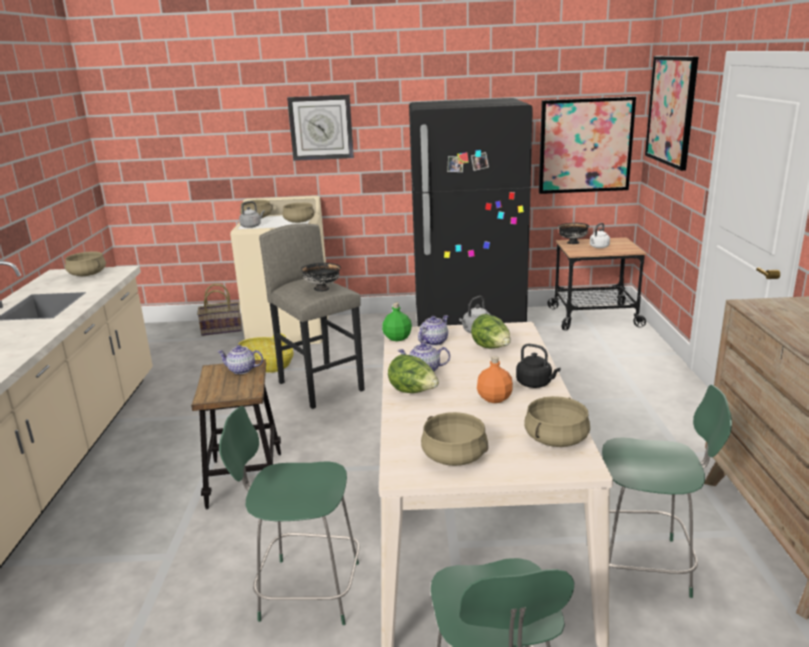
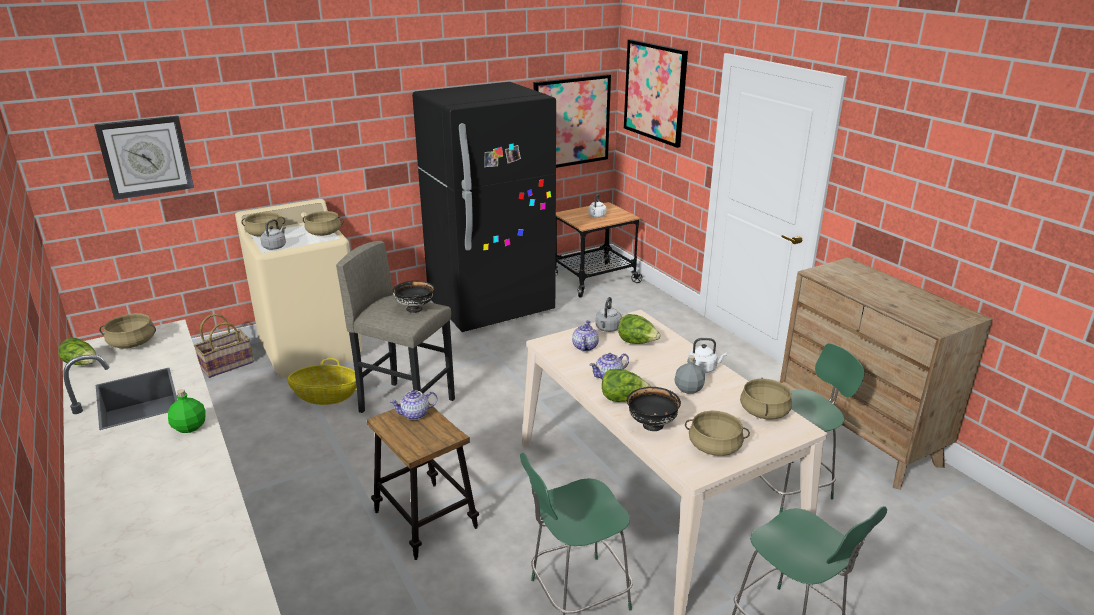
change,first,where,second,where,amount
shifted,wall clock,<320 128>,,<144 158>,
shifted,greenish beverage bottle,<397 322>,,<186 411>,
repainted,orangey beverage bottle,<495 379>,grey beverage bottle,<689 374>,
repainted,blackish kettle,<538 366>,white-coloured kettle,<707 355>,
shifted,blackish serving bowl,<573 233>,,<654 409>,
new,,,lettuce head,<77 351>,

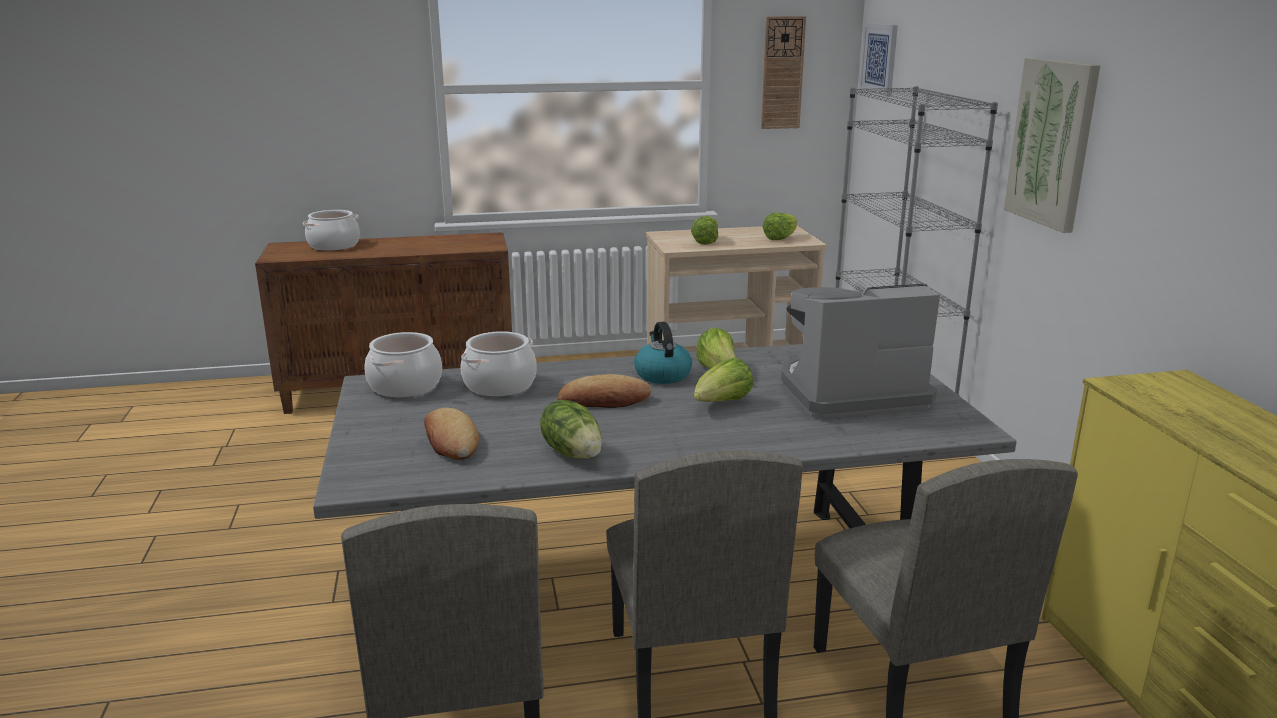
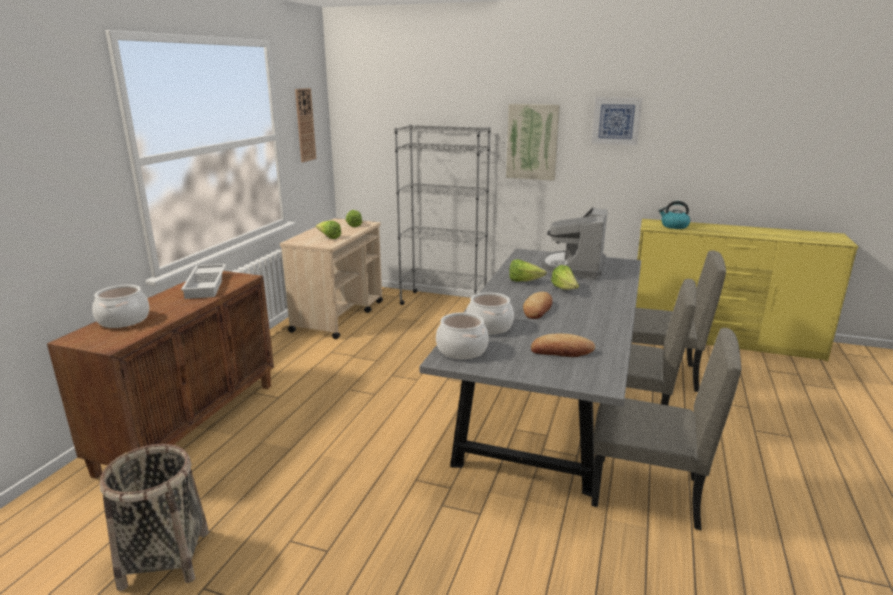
change,first,where,second,where,amount
gone,lettuce head,<571 429>,,,
shifted,kettle,<663 353>,,<674 215>,
shifted,wall art,<878 60>,,<616 121>,
new,,,storage basket,<154 517>,
new,,,white-coloured tray,<203 281>,

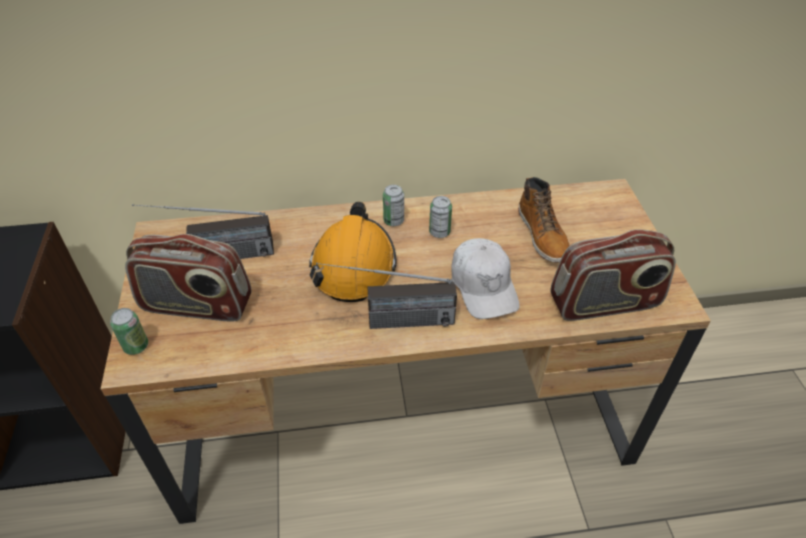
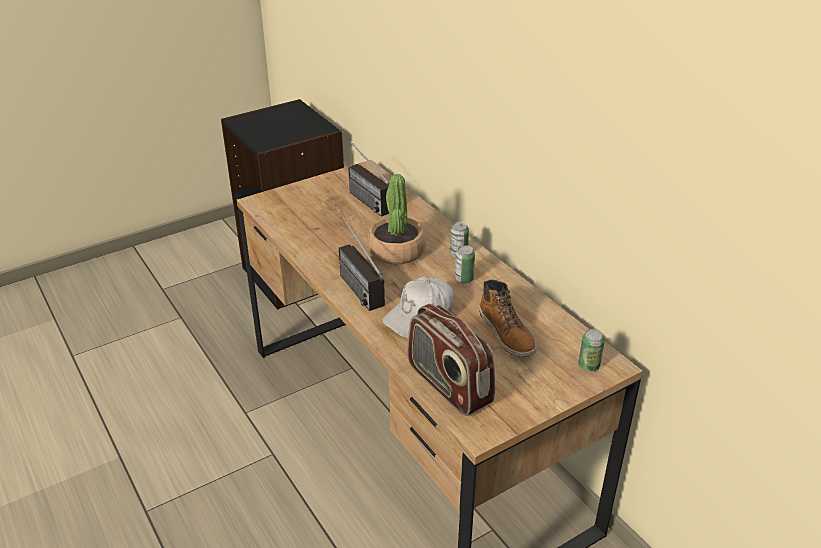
change,first,where,second,where,amount
shifted,can,<129 331>,,<591 350>,
gone,radio,<188 278>,,,
swapped,orangey hard hat,<353 252>,plant in a pot,<396 219>,
rotated,tall boot,<544 219>,,<508 318>,75 degrees counterclockwise

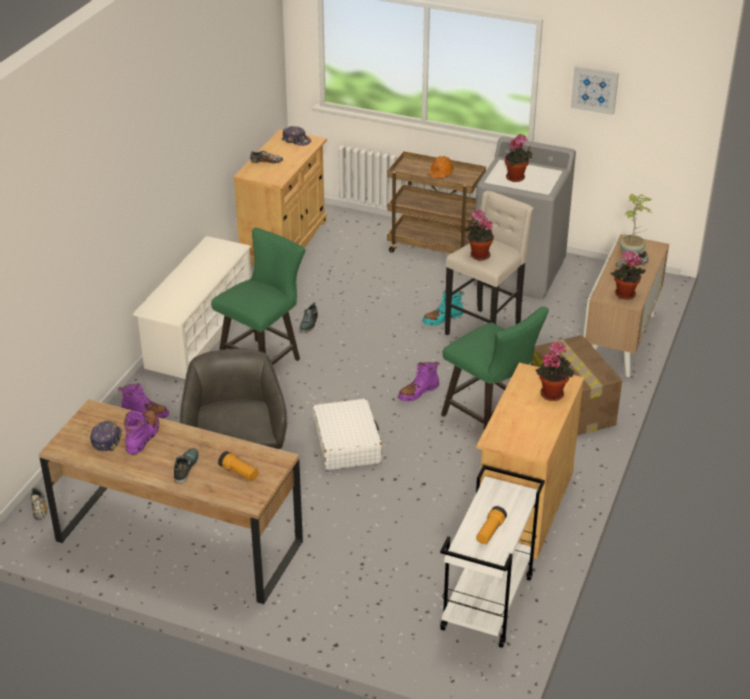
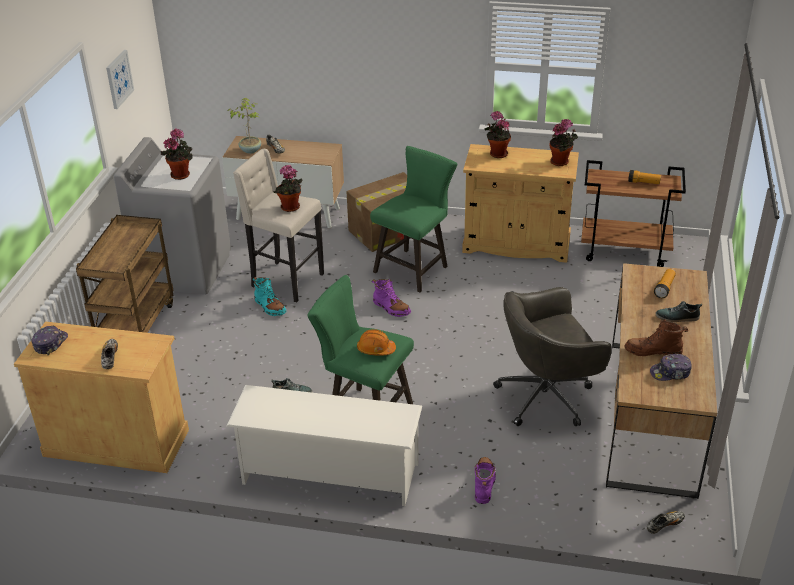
change,first,where,second,where,amount
repainted,purplish tall boot,<141 432>,brown-coloured tall boot,<656 337>,
gone,white-coloured travel case,<347 434>,,,
shifted,orangey hard hat,<441 167>,,<376 342>,
repainted,white-coloured wheeled cart,<492 556>,brown-coloured wheeled cart,<633 213>,
shifted,plant in a pot,<628 275>,,<564 142>,

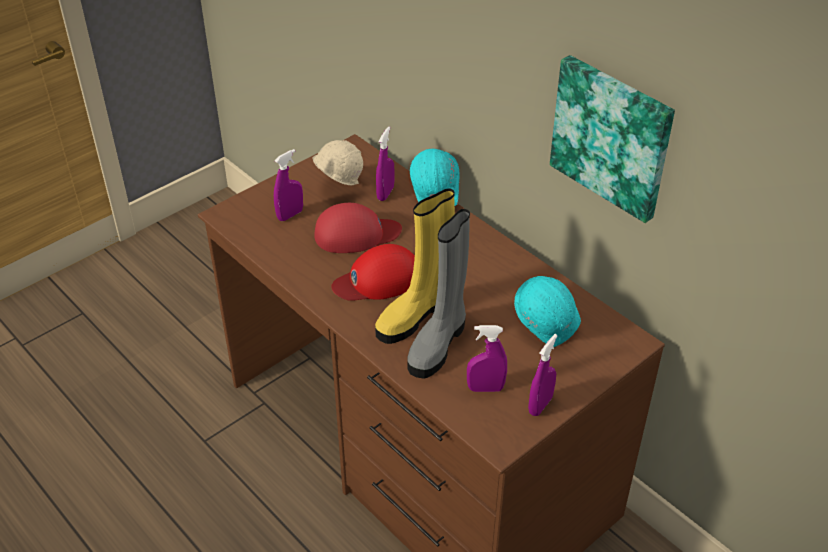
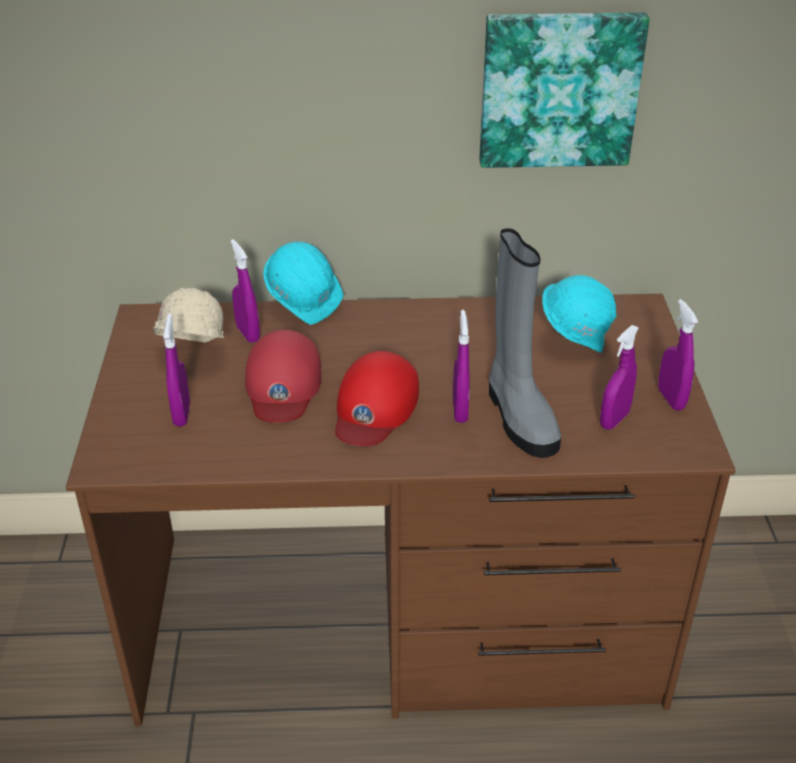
change,first,where,second,where,amount
rotated,red baseball cap,<358 228>,,<283 376>,150 degrees clockwise
swapped,yellow-coloured tall boot,<415 266>,purplish sprayer,<461 366>,

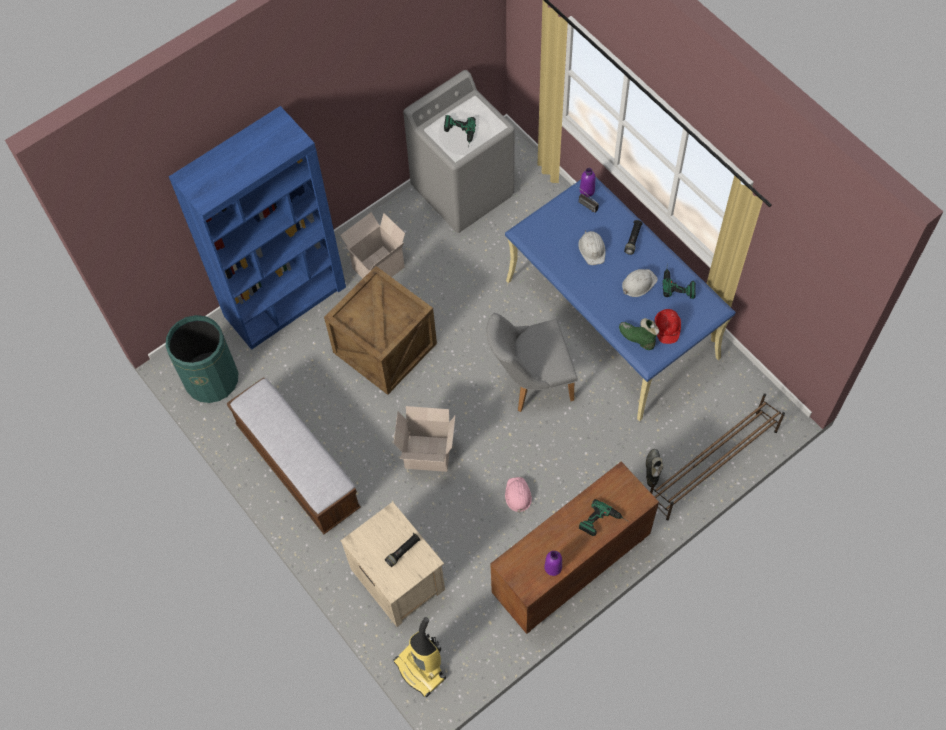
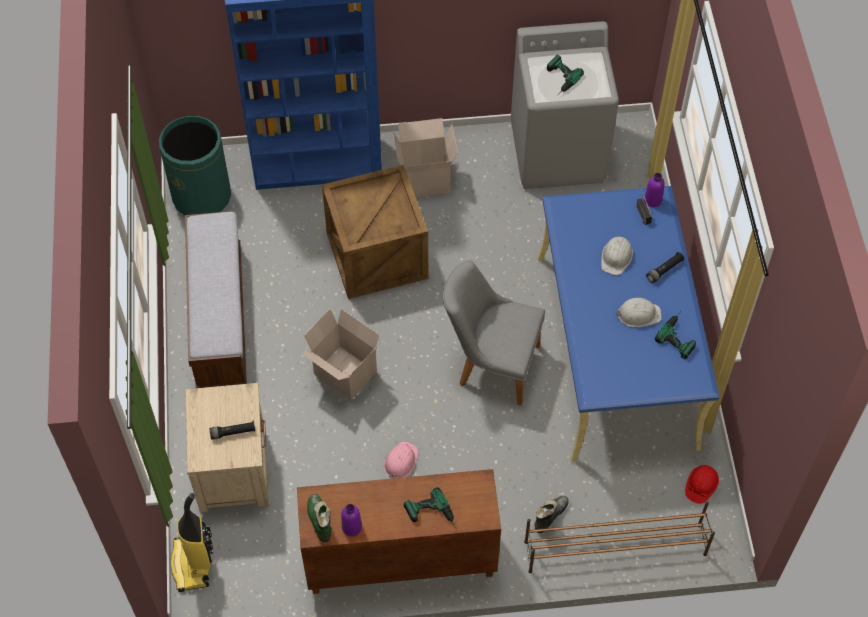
change,first,where,second,where,amount
shifted,greenish tall boot,<639 334>,,<319 518>,
shifted,red hard hat,<668 326>,,<702 484>,

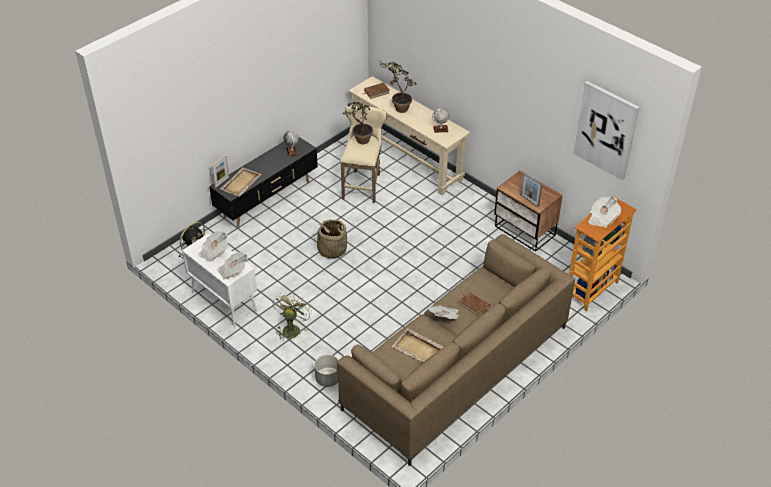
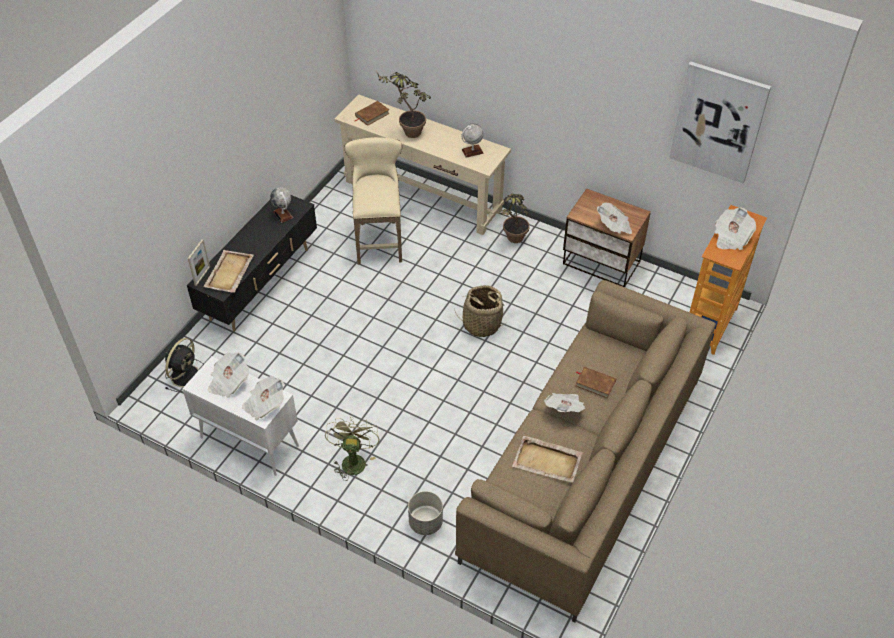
change,first,where,second,where,amount
shifted,storage basket,<330 239>,,<480 311>,
shifted,plant in a pot,<357 123>,,<515 218>,
swapped,photo frame,<531 190>,daily paper,<614 218>,

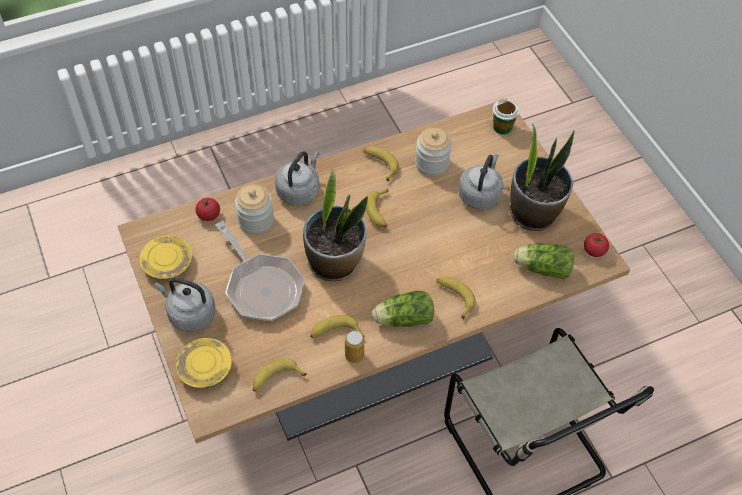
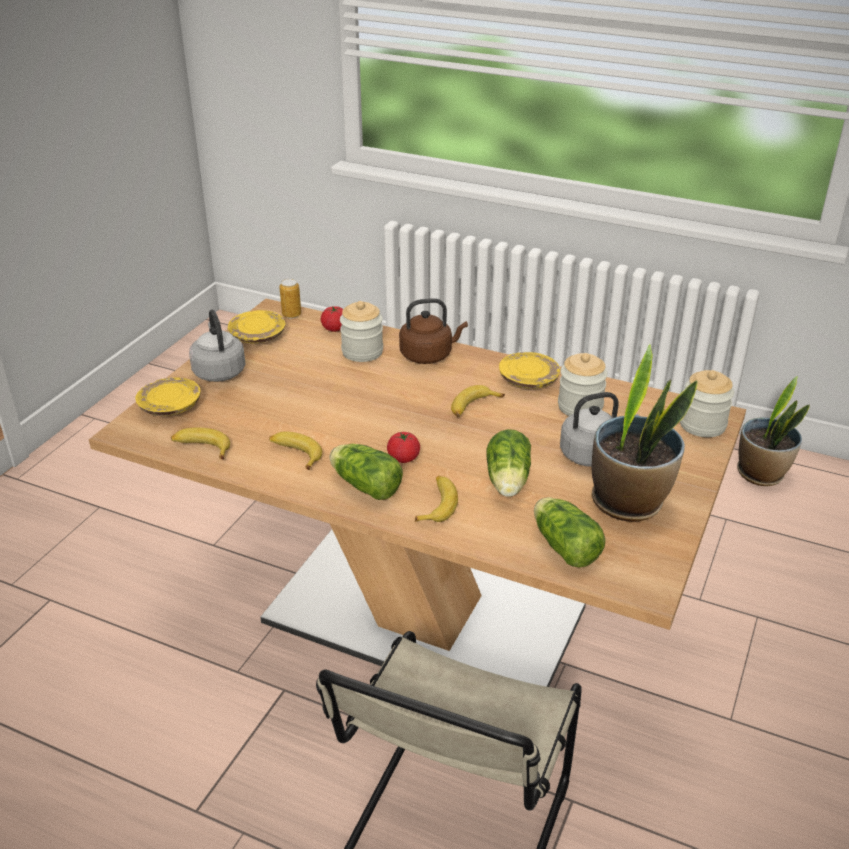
change,first,where,second,where,amount
gone,pan,<260 271>,,,
repainted,grey kettle,<297 178>,brown-coloured kettle,<433 331>,
shifted,plant in a pot,<335 224>,,<773 431>,
shifted,can,<354 347>,,<290 299>,
swapped,banana fruit,<381 164>,yellow-coloured dinner plate,<529 370>,
swapped,drinking cup,<506 117>,jar,<707 403>,
shifted,whole tomato,<596 245>,,<403 447>,
new,,,lettuce head,<509 463>,

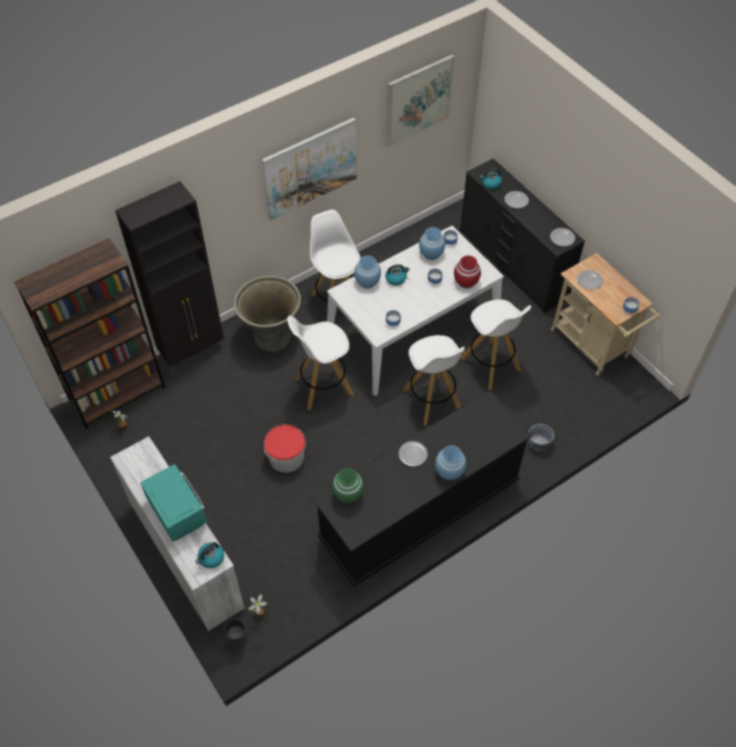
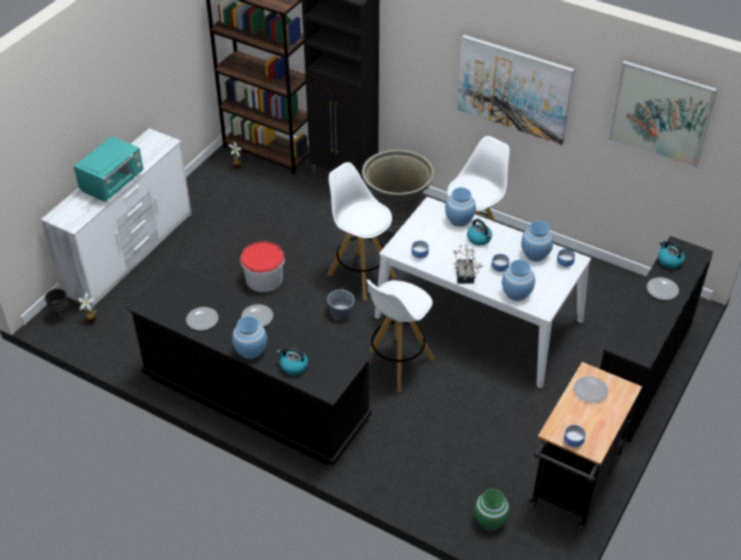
change,first,where,second,where,amount
shifted,kettle,<210 555>,,<292 361>,
shifted,greenish vase,<348 485>,,<492 509>,
repainted,red vase,<467 272>,bluish vase,<518 280>,
gone,white-coloured sitting stool,<496 344>,,,
shifted,grey water bucket,<541 437>,,<341 303>,
shifted,dinner plate,<562 237>,,<202 319>,
repainted,sand-coloured wheeled cart,<605 314>,blackish wheeled cart,<585 445>,
new,,,plant in a pot,<468 264>,

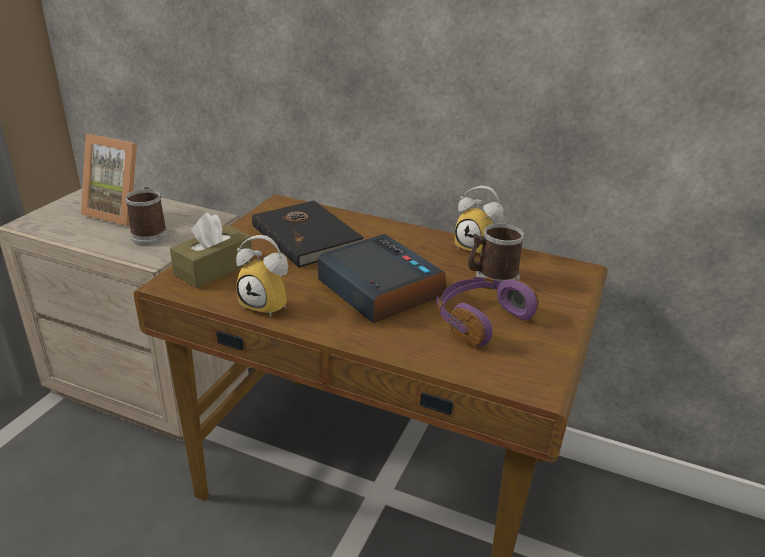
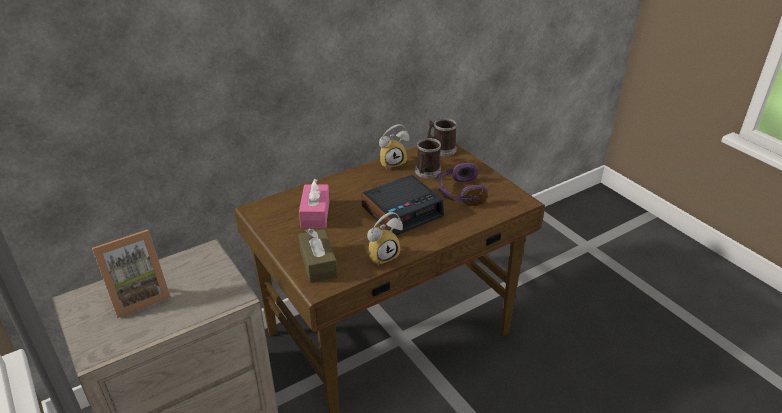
change,first,where,second,where,amount
shifted,mug,<146 216>,,<442 137>,
swapped,blackish book,<308 234>,pinkish tissue box,<314 203>,
rotated,alarm clock,<382 278>,,<402 205>,150 degrees clockwise

